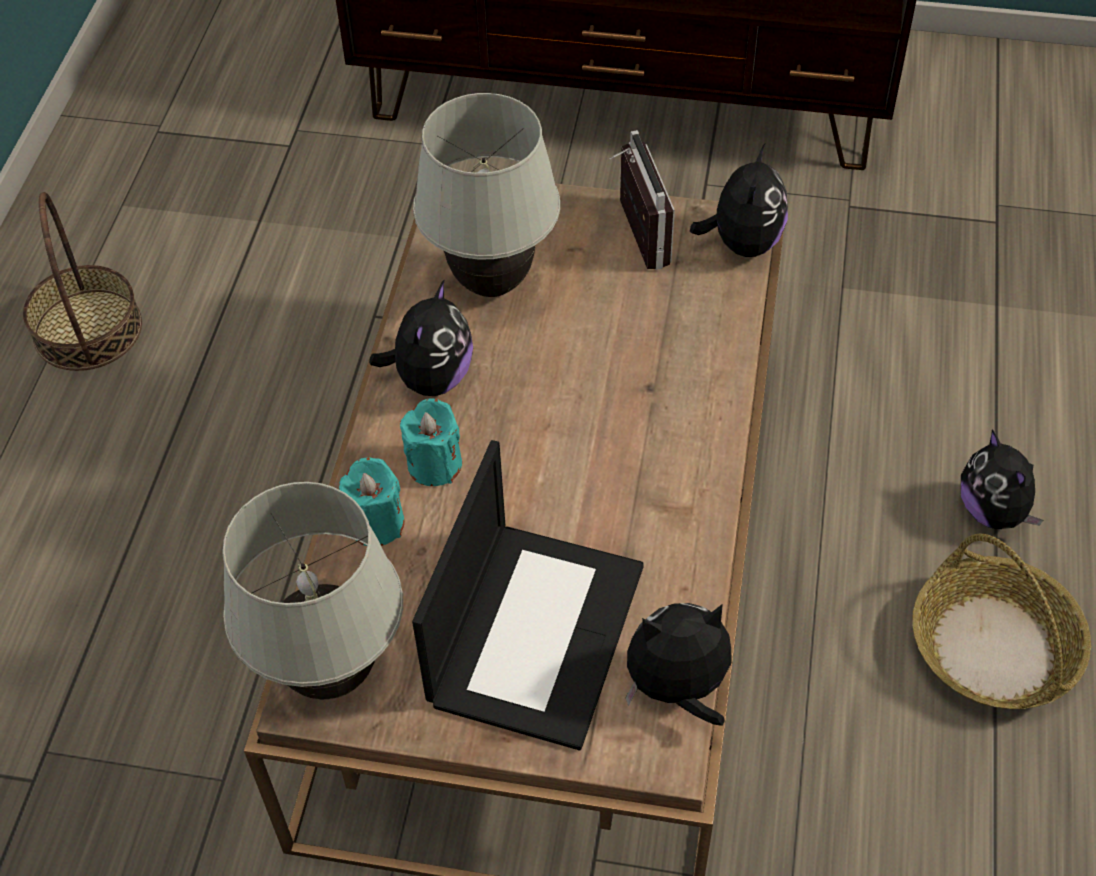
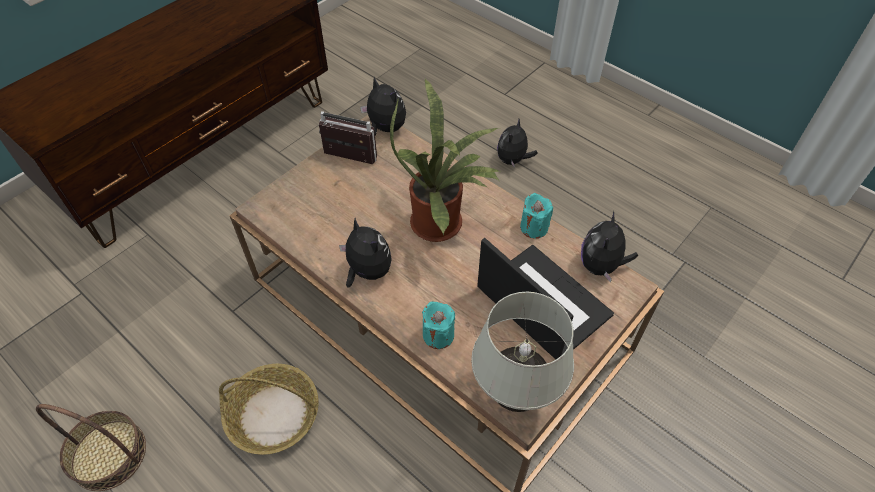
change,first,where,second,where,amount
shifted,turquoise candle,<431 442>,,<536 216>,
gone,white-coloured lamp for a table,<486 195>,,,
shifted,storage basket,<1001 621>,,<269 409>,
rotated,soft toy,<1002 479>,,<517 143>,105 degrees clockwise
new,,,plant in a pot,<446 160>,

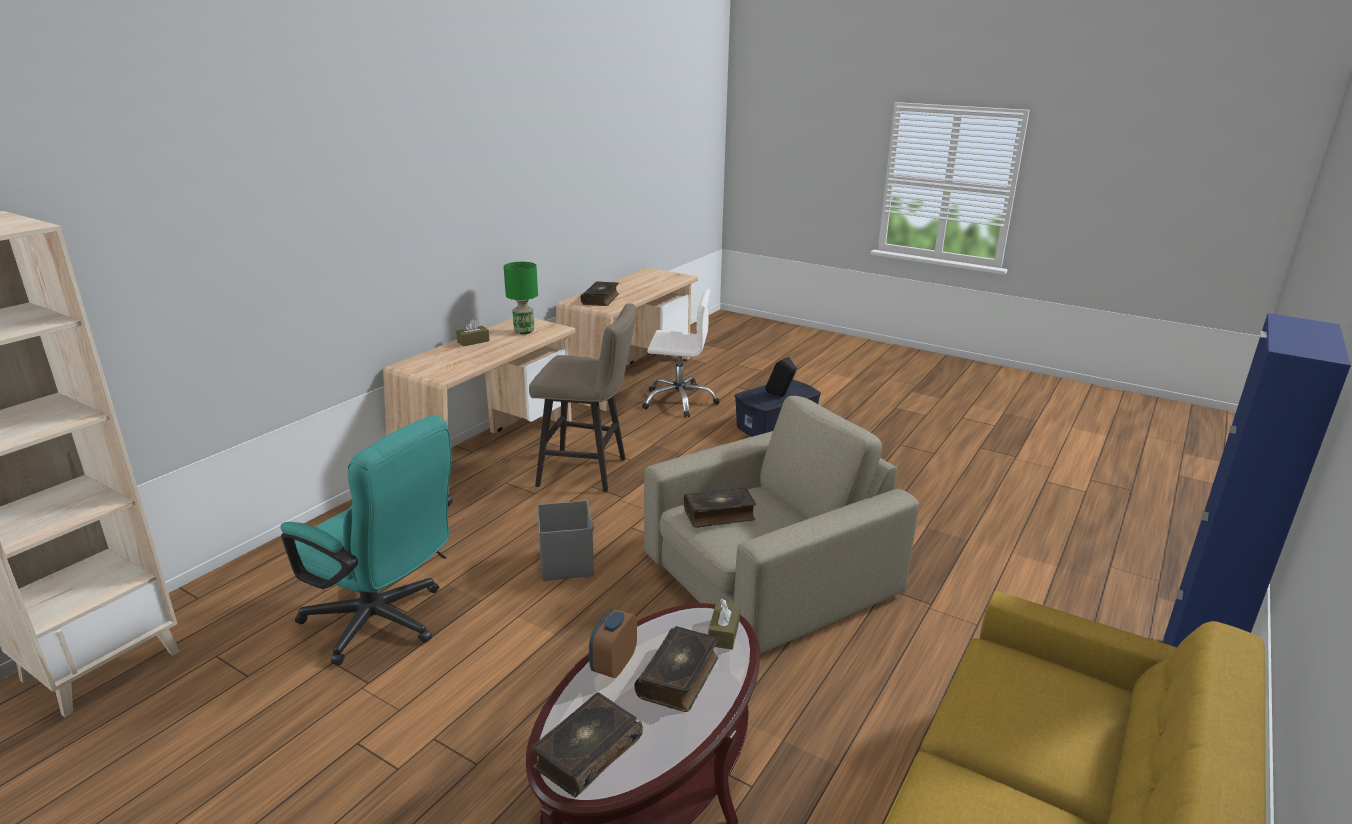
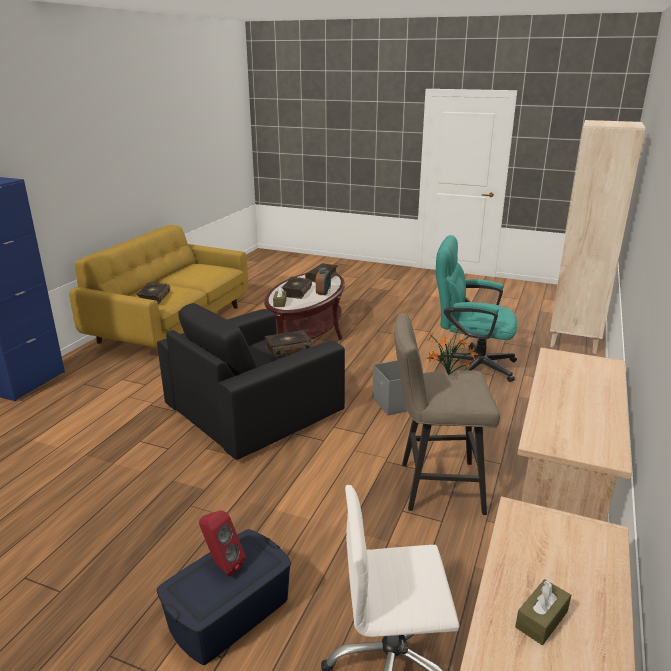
change,first,where,second,where,amount
shifted,brown-coloured tissue box,<473 333>,,<543 612>,
gone,greenish lamp for a table,<521 298>,,,
shifted,book,<599 293>,,<153 293>,
repainted,sand-coloured armchair,<781 525>,blackish armchair,<251 381>,
repainted,blackish audio speaker,<781 377>,red audio speaker,<222 543>,
new,,,plant in a pot,<452 351>,

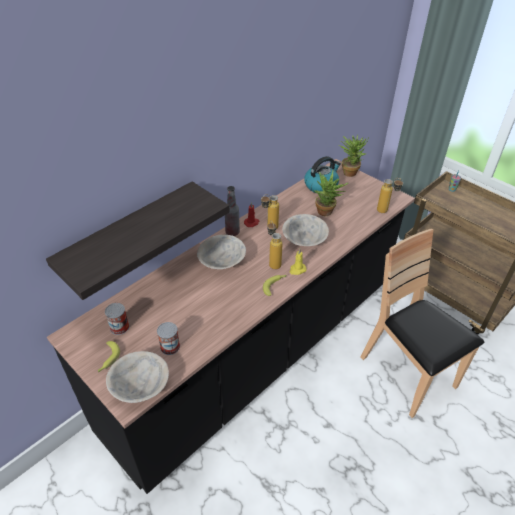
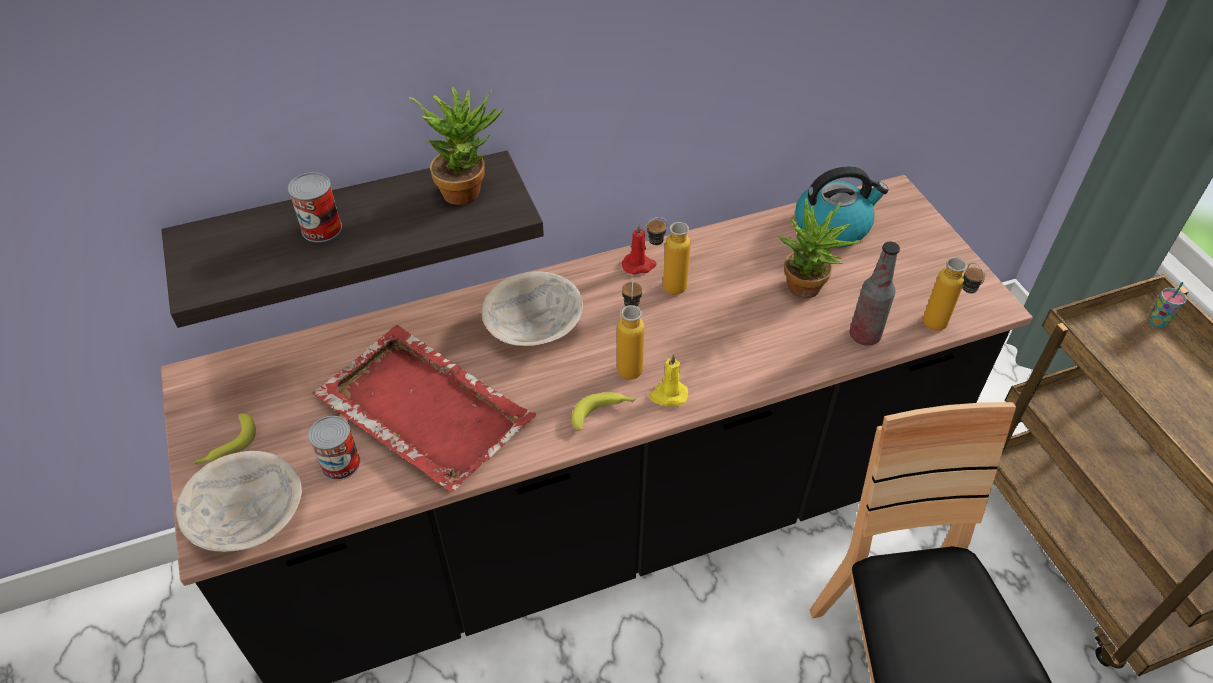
change,first,where,second,where,amount
shifted,can,<117 319>,,<315 207>,
shifted,beverage bottle,<232 211>,,<874 294>,
gone,sand-coloured serving bowl,<305 230>,,,
shifted,plant in a pot,<354 155>,,<456 145>,
new,,,red tray,<424 408>,

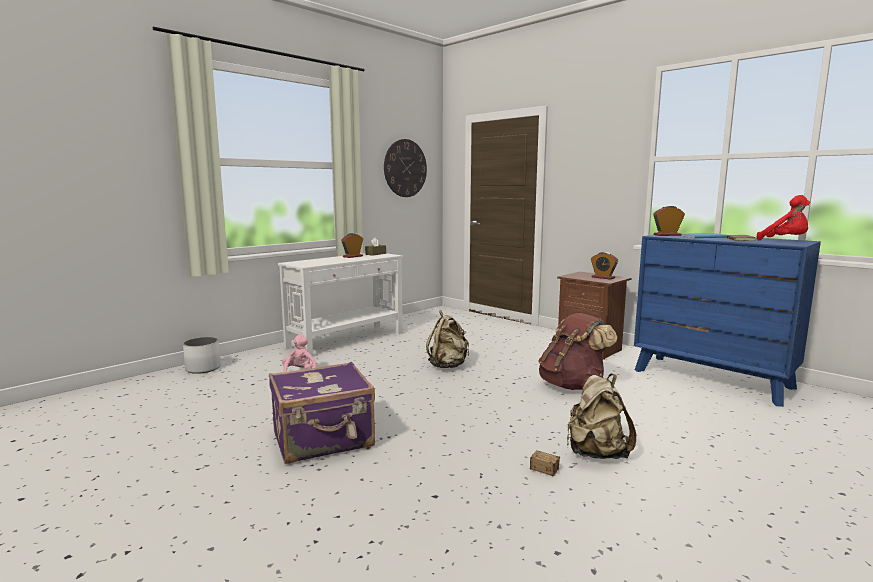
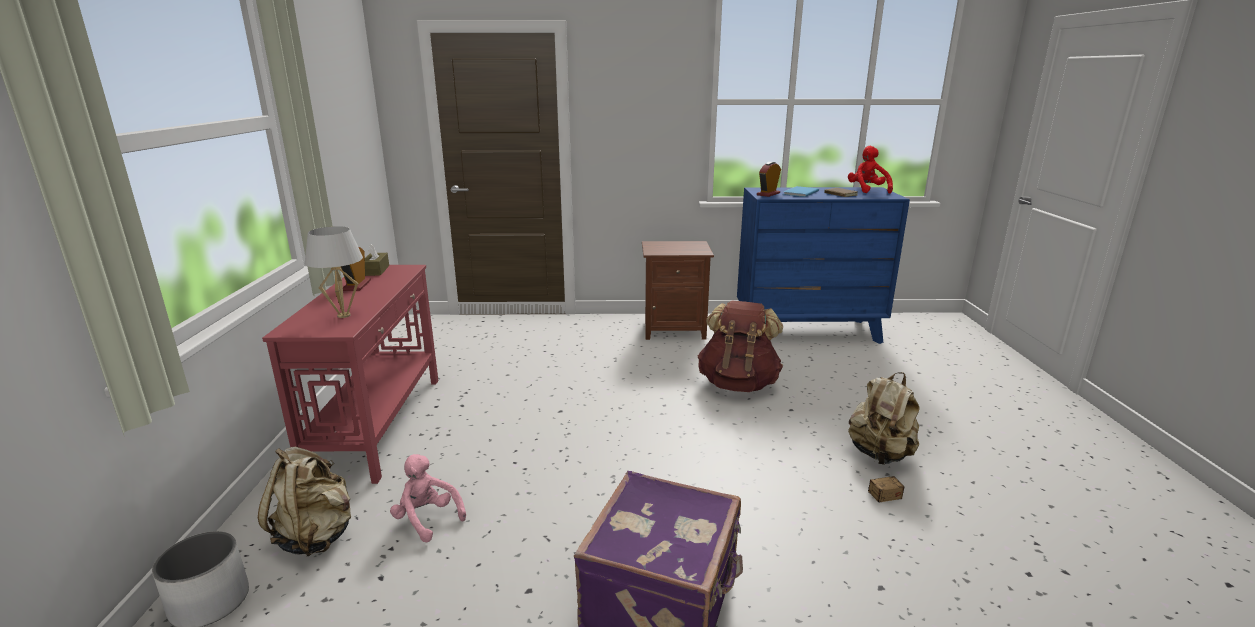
change,first,where,second,where,amount
repainted,white-coloured console table,<340 305>,red console table,<350 374>,
gone,wall clock,<405 168>,,,
shifted,sand-coloured rucksack,<447 339>,,<304 501>,
gone,alarm clock,<604 266>,,,
rotated,red soft toy,<783 217>,,<870 170>,105 degrees counterclockwise
new,,,white-coloured lamp for a table,<334 272>,

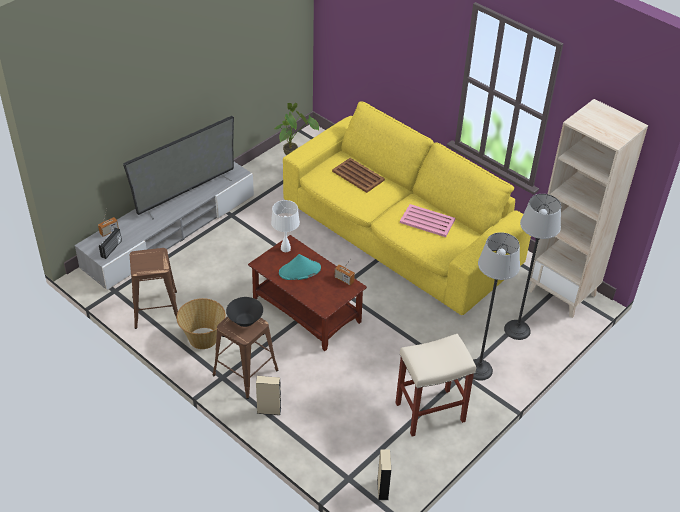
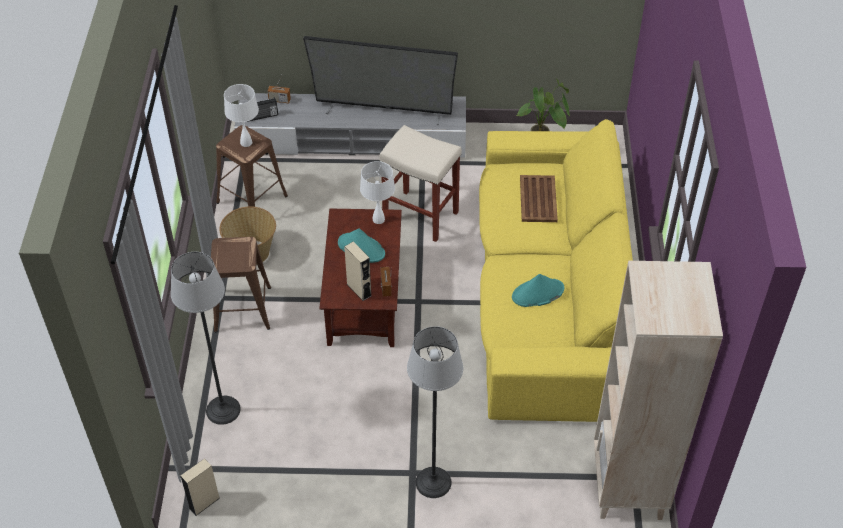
change,first,where,second,where,amount
gone,blackish serving bowl,<244 312>,,,
shifted,sand-coloured audio speaker,<268 395>,,<358 271>,
shifted,sand-coloured sitting stool,<435 385>,,<421 183>,
swapped,pinkish tray,<427 220>,turquoise wearable hat,<538 290>,
shifted,standing lamp,<532 267>,,<206 338>,
new,,,white-coloured lamp for a table,<241 115>,

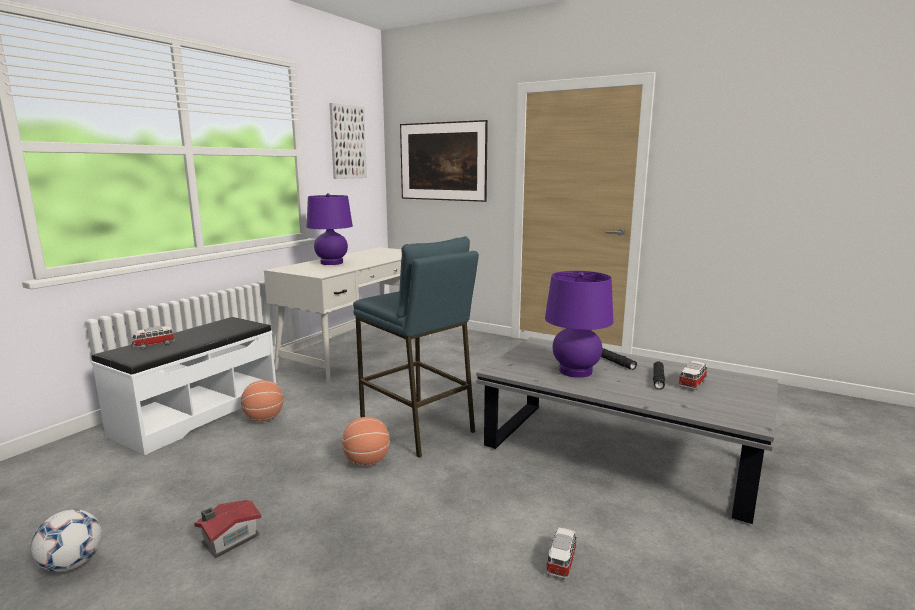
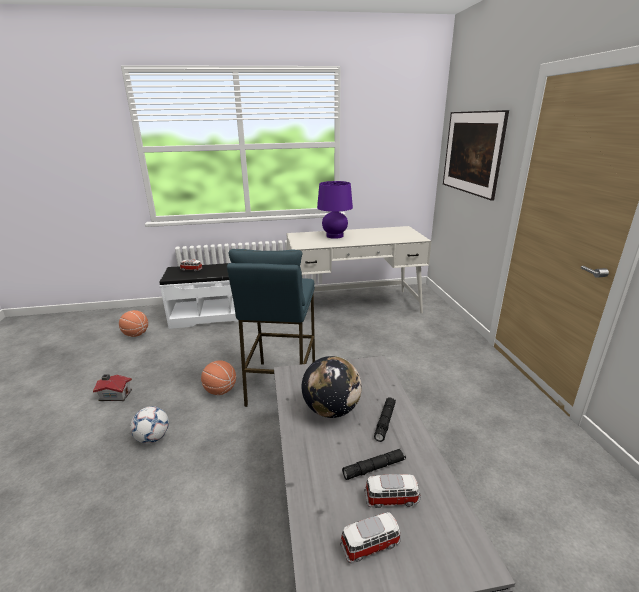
change,first,where,second,where,amount
shifted,ball for football,<66 540>,,<149 425>,
shifted,ball for basketball,<262 400>,,<133 323>,
gone,wall art,<348 141>,,,
swapped,purplish lamp for a table,<579 324>,desk globe,<332 387>,
shifted,toy car,<561 553>,,<370 537>,

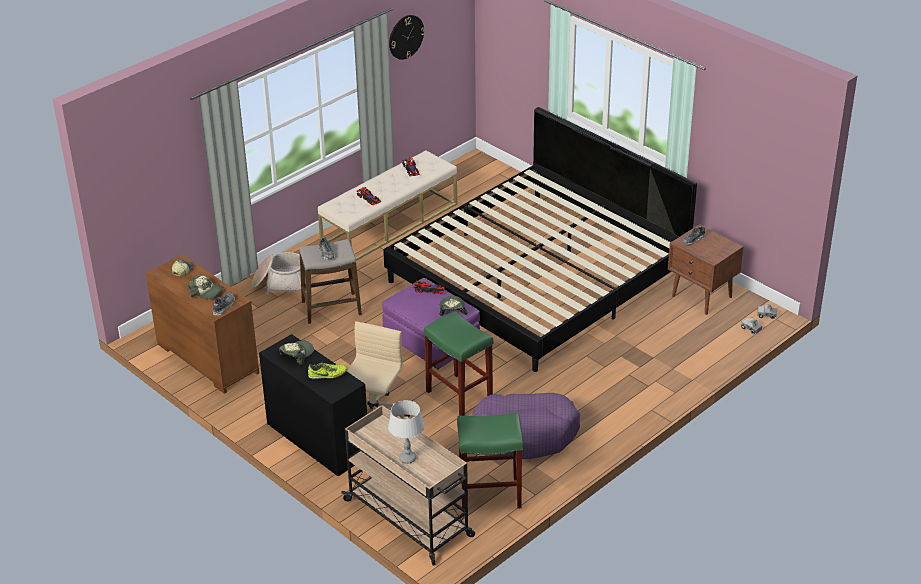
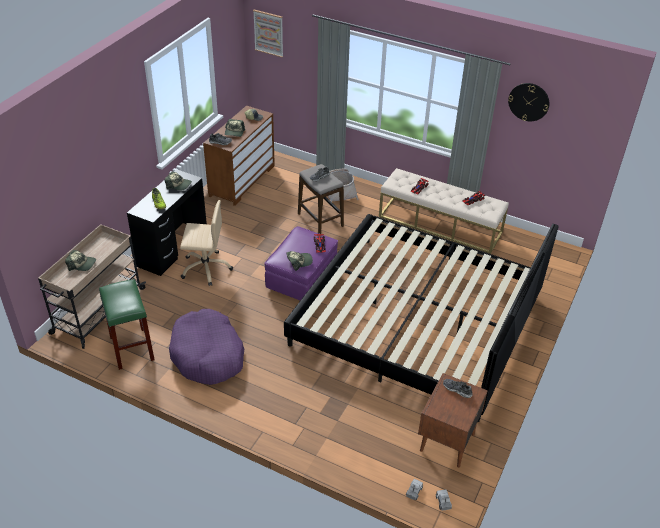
change,first,where,second,where,amount
swapped,grey lamp for a table,<406 432>,baseball cap,<80 260>,
gone,greenish sitting stool,<458 363>,,,
new,,,wall art,<268 33>,

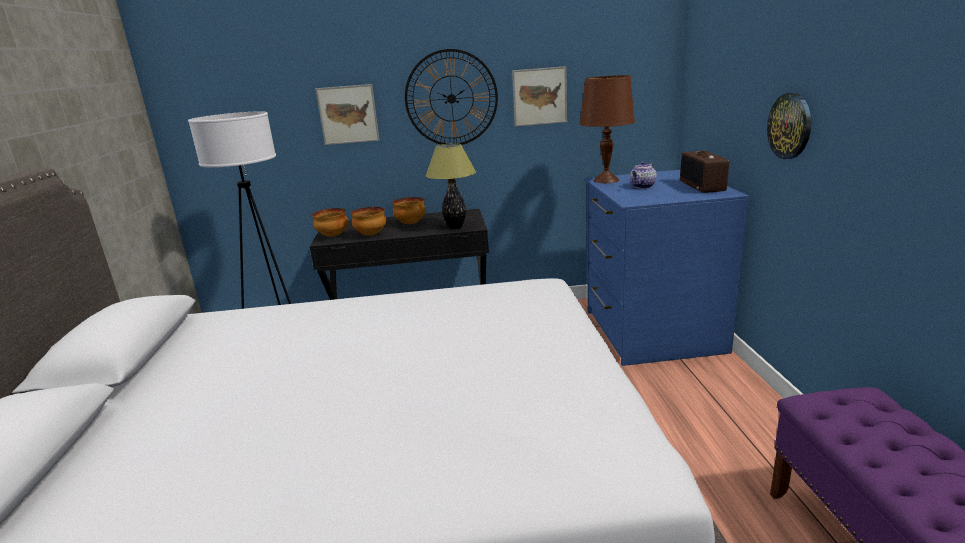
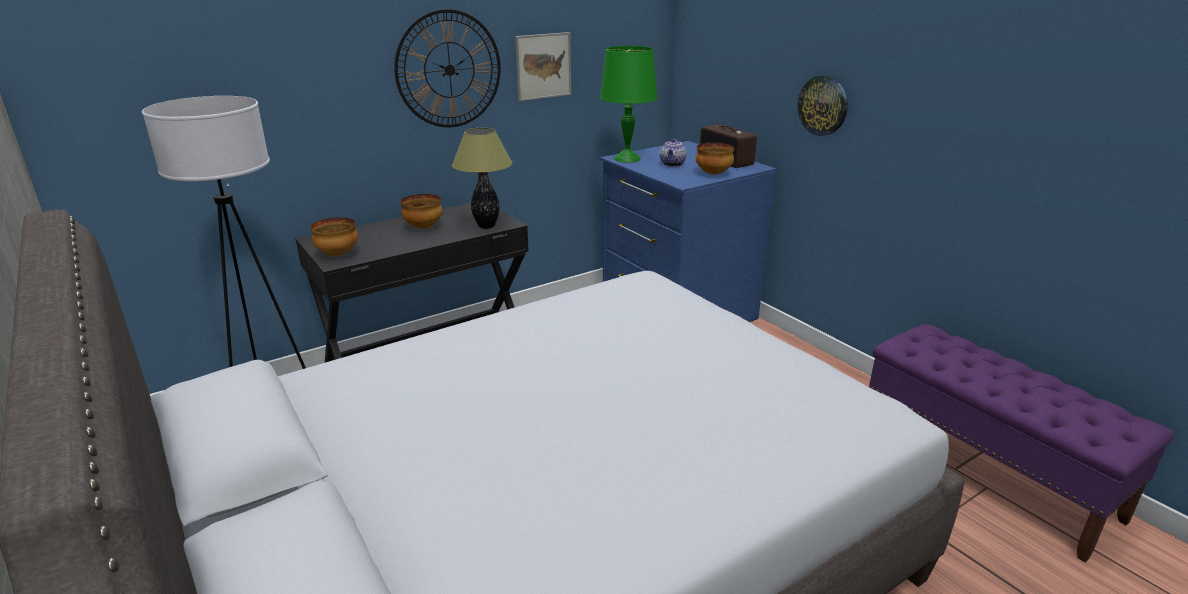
change,first,where,second,where,amount
gone,wall art,<347 114>,,,
shifted,serving bowl,<368 221>,,<715 158>,
repainted,brown-coloured lamp for a table,<607 129>,greenish lamp for a table,<629 104>,

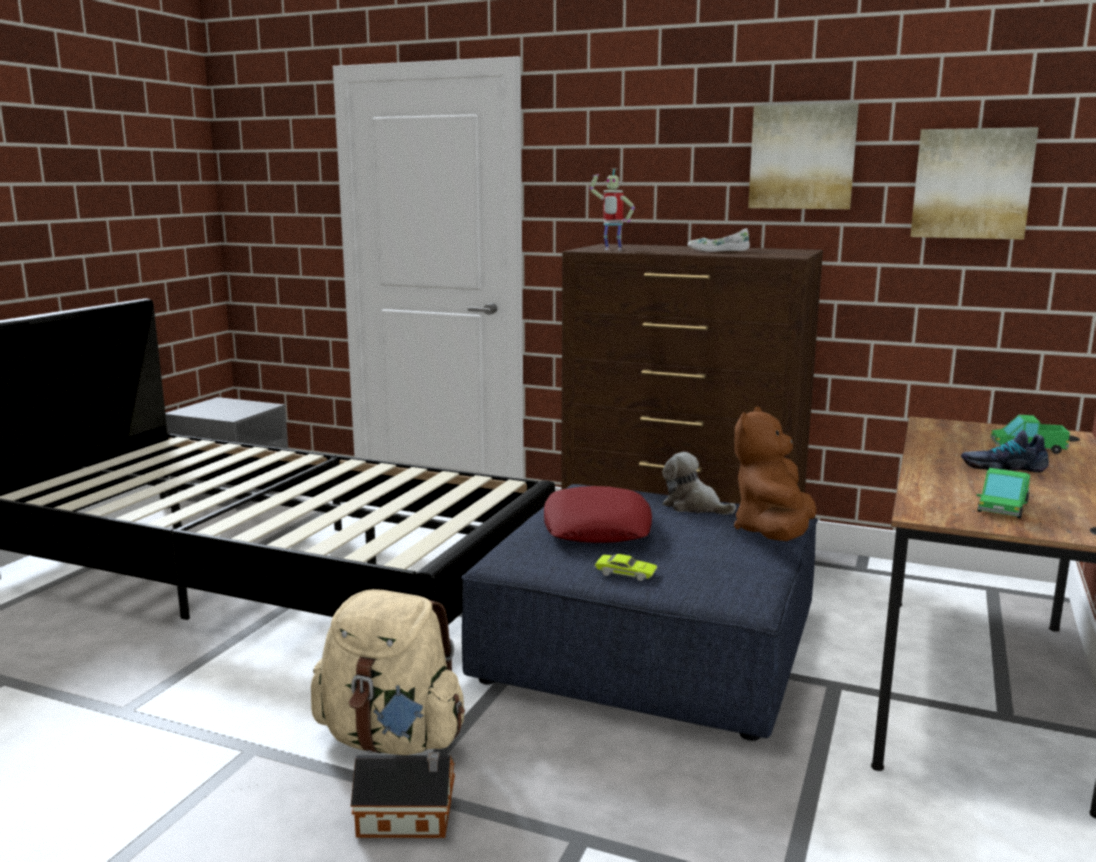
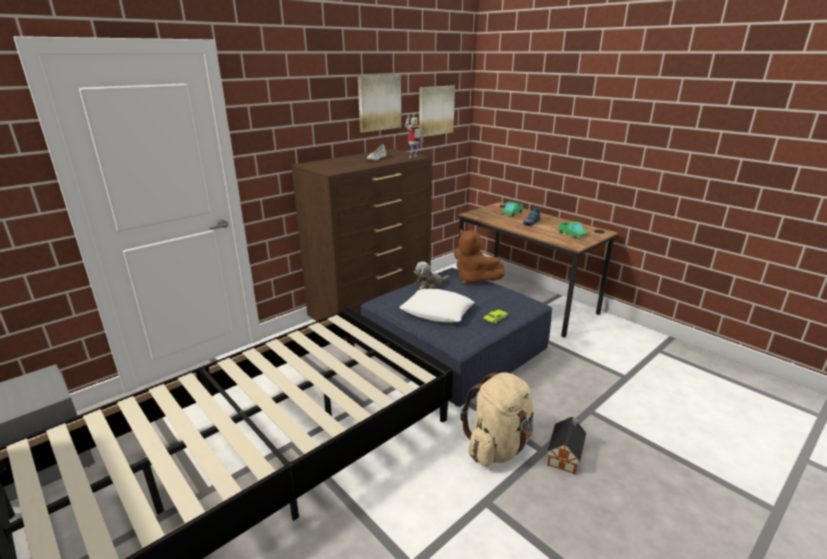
change,first,where,second,where,amount
repainted,red throw pillow,<598 514>,white-coloured throw pillow,<437 306>,
shifted,toy robot,<612 209>,,<414 136>,

